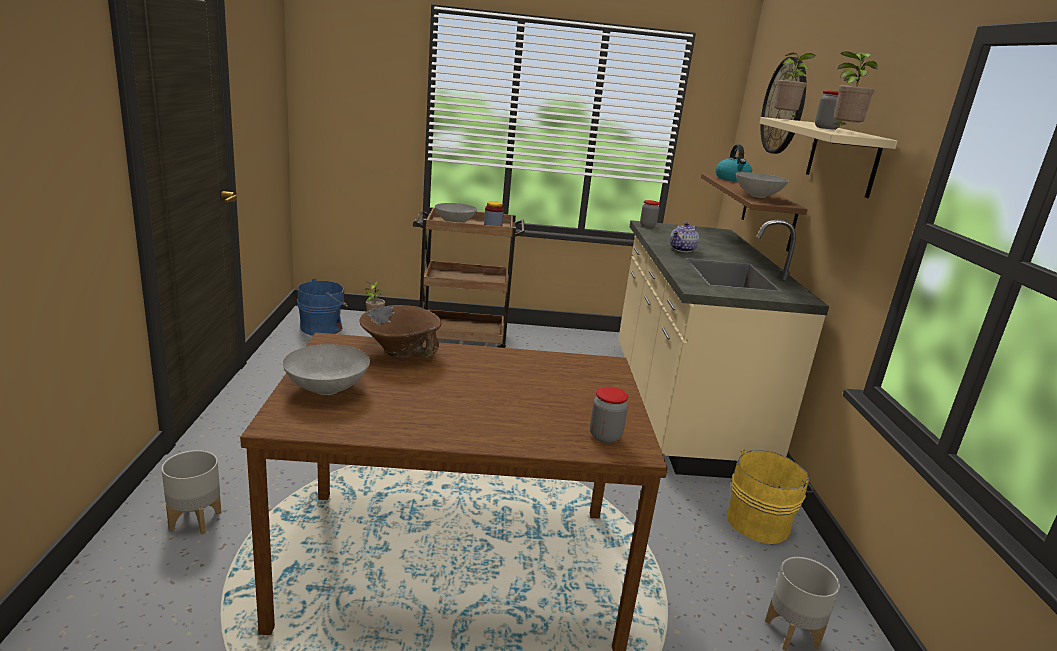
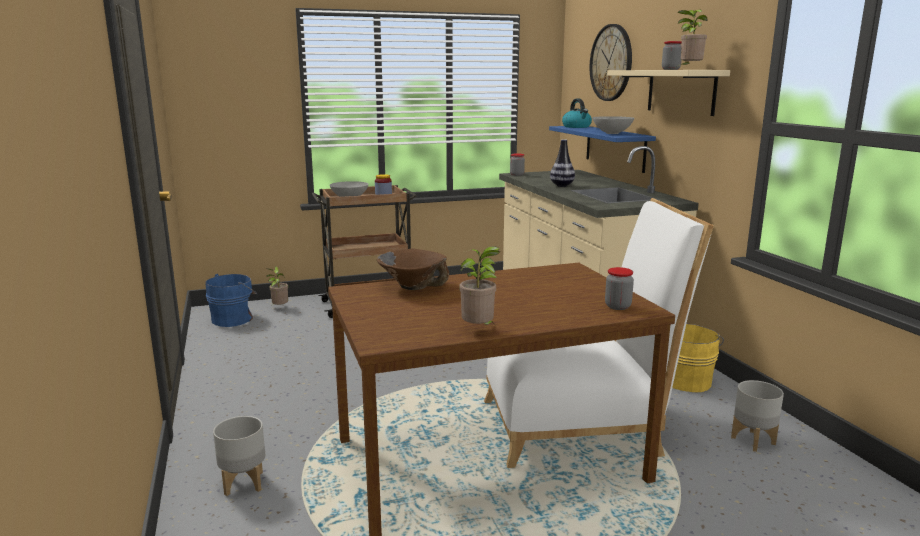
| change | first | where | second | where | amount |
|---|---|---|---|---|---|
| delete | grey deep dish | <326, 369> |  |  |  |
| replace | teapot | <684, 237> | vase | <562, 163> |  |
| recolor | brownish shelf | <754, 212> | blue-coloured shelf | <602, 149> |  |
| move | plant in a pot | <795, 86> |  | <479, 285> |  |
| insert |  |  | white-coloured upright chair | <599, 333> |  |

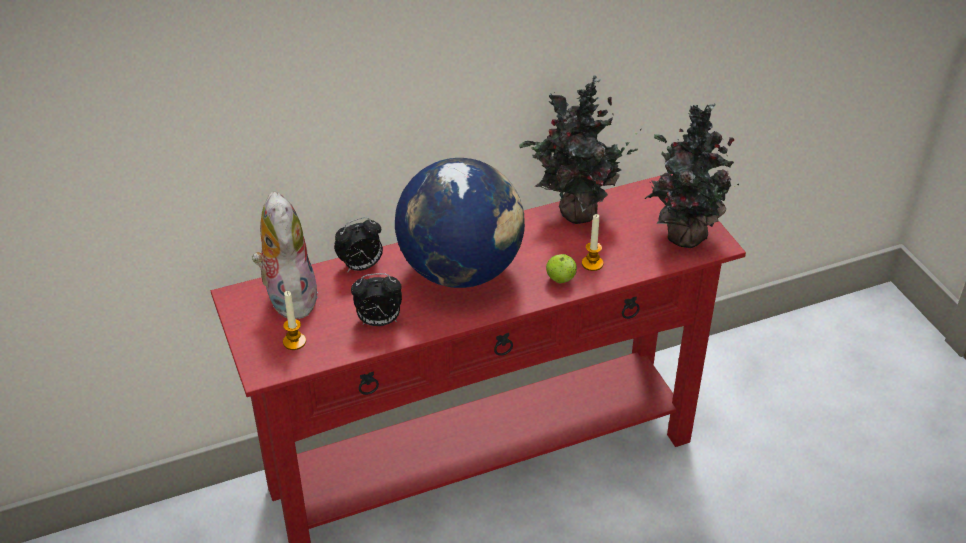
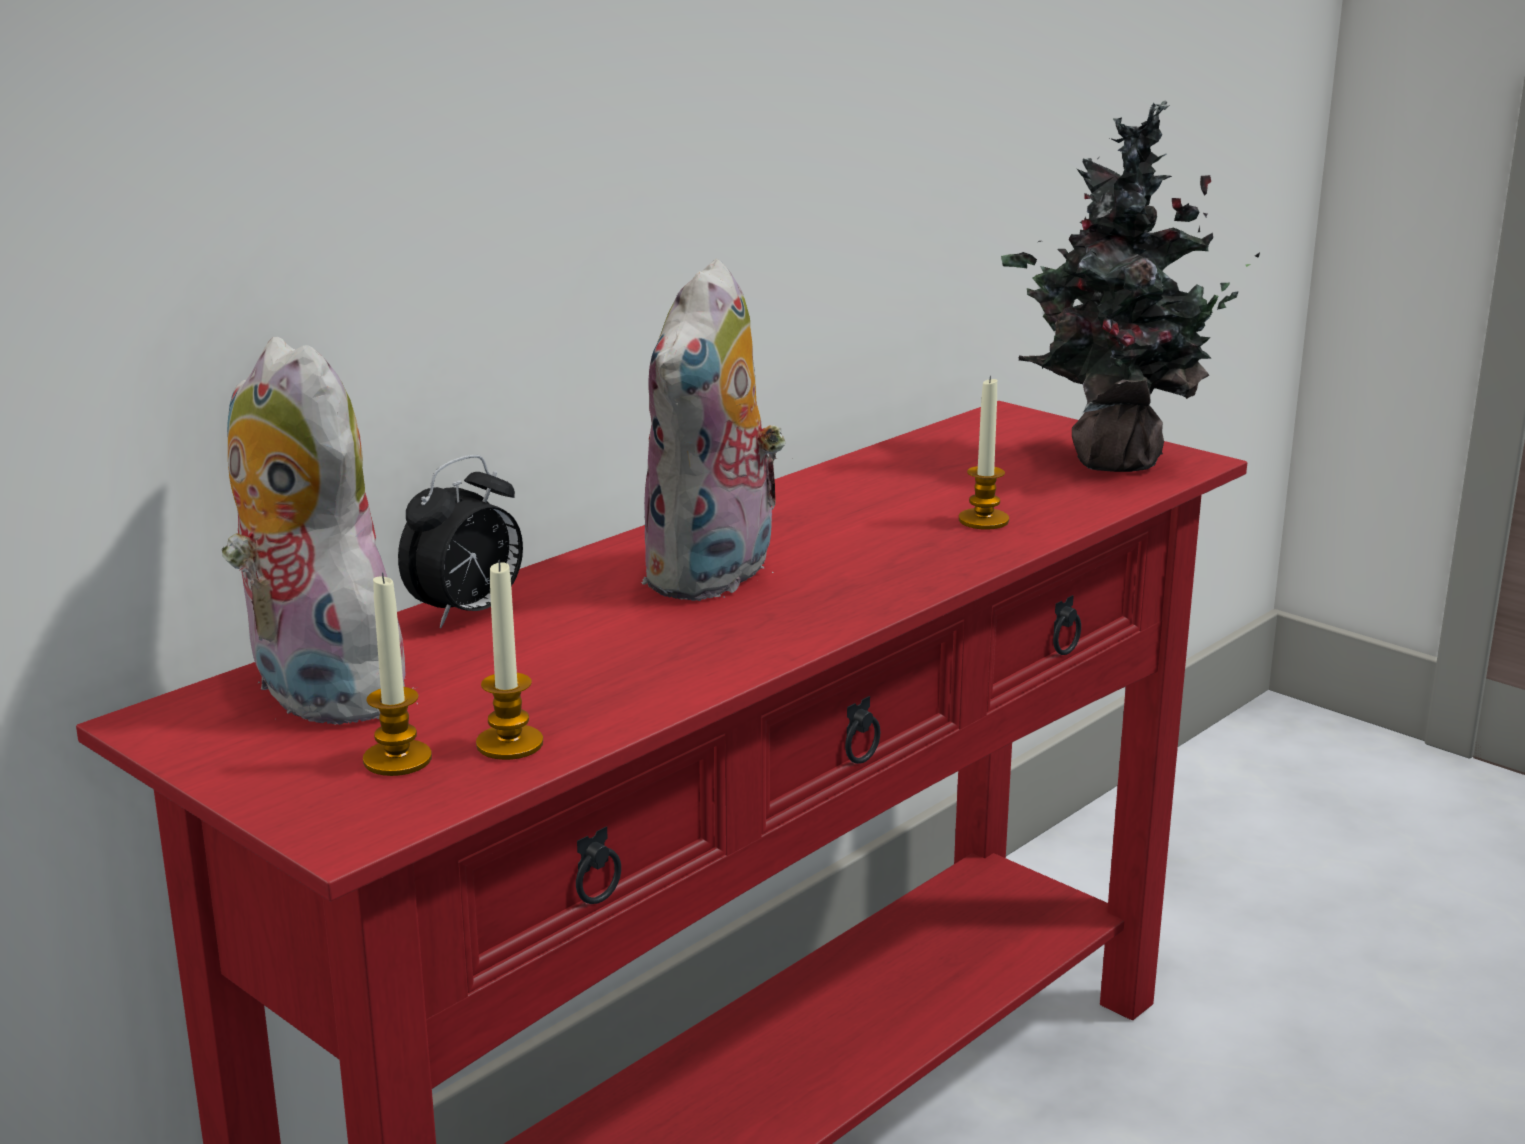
| change | first | where | second | where | amount |
|---|---|---|---|---|---|
| delete | alarm clock | <376, 299> |  |  |  |
| replace | world globe | <460, 223> | cuddly toy | <713, 430> |  |
| delete | plant in a pot | <580, 149> |  |  |  |
| delete | apple | <561, 268> |  |  |  |
| insert |  |  | wax light | <509, 660> |  |

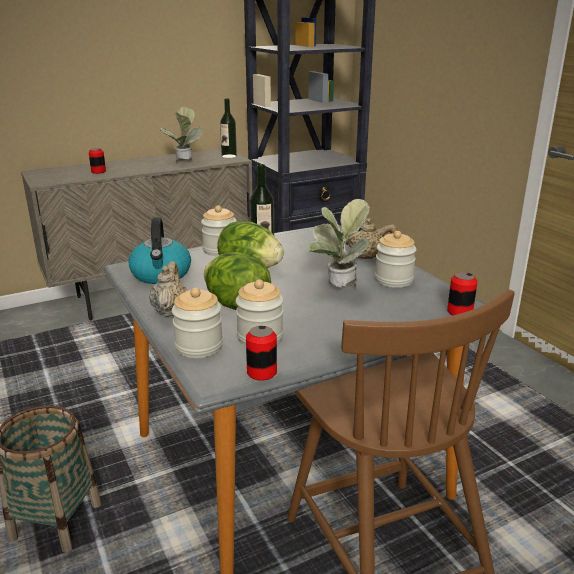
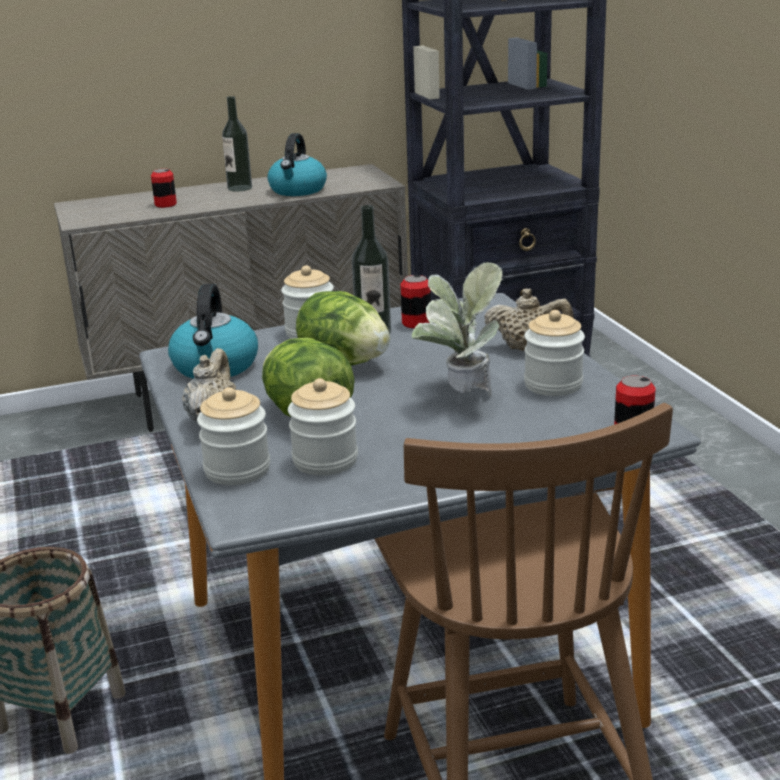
| change | first | where | second | where | amount |
|---|---|---|---|---|---|
| replace | plant in a pot | <181, 134> | tea kettle | <297, 164> |  |
| move | drink bottle | <228, 128> |  | <237, 144> |  |
| move | can | <261, 353> |  | <415, 301> |  |

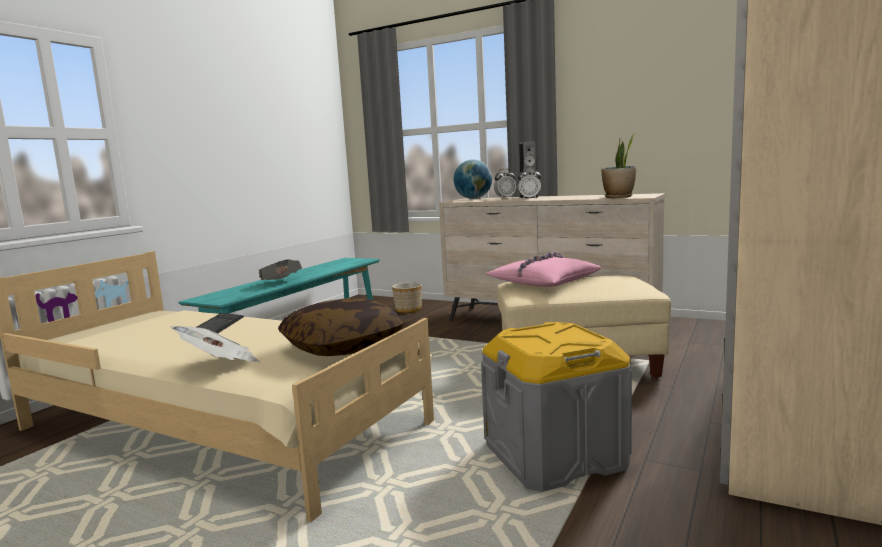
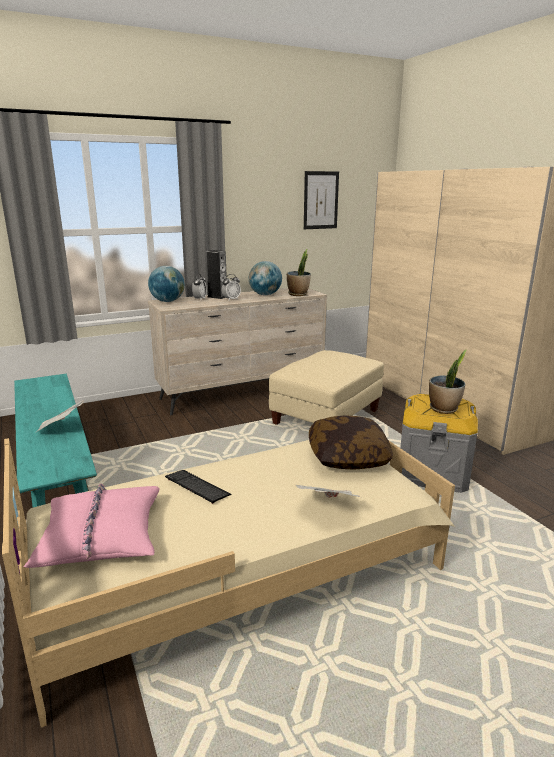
| change | first | where | second | where | amount |
|---|---|---|---|---|---|
| delete | plant pot | <407, 297> |  |  |  |
| move | pinkish throw pillow | <544, 269> |  | <92, 526> |  |
| insert |  |  | world globe | <265, 278> |  |
| insert |  |  | wall picture | <321, 200> |  |
| insert |  |  | plant in a pot | <448, 382> |  |

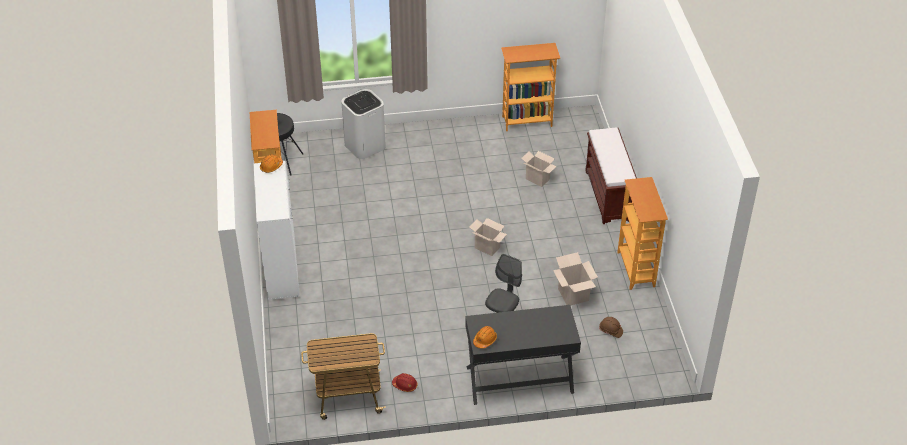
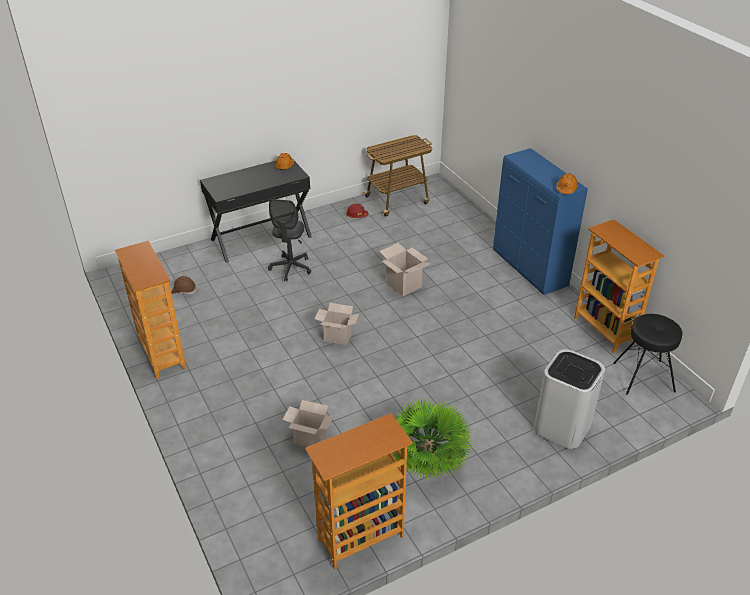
| change | first | where | second | where | amount |
|---|---|---|---|---|---|
| recolor | white-coloured cabinet | <276, 230> | blue-coloured cabinet | <540, 221> |  |
| move | cardboard box | <575, 279> |  | <405, 269> |  |
| delete | brownish bench | <611, 175> |  |  |  |
| insert |  |  | plant in a pot | <433, 439> |  |

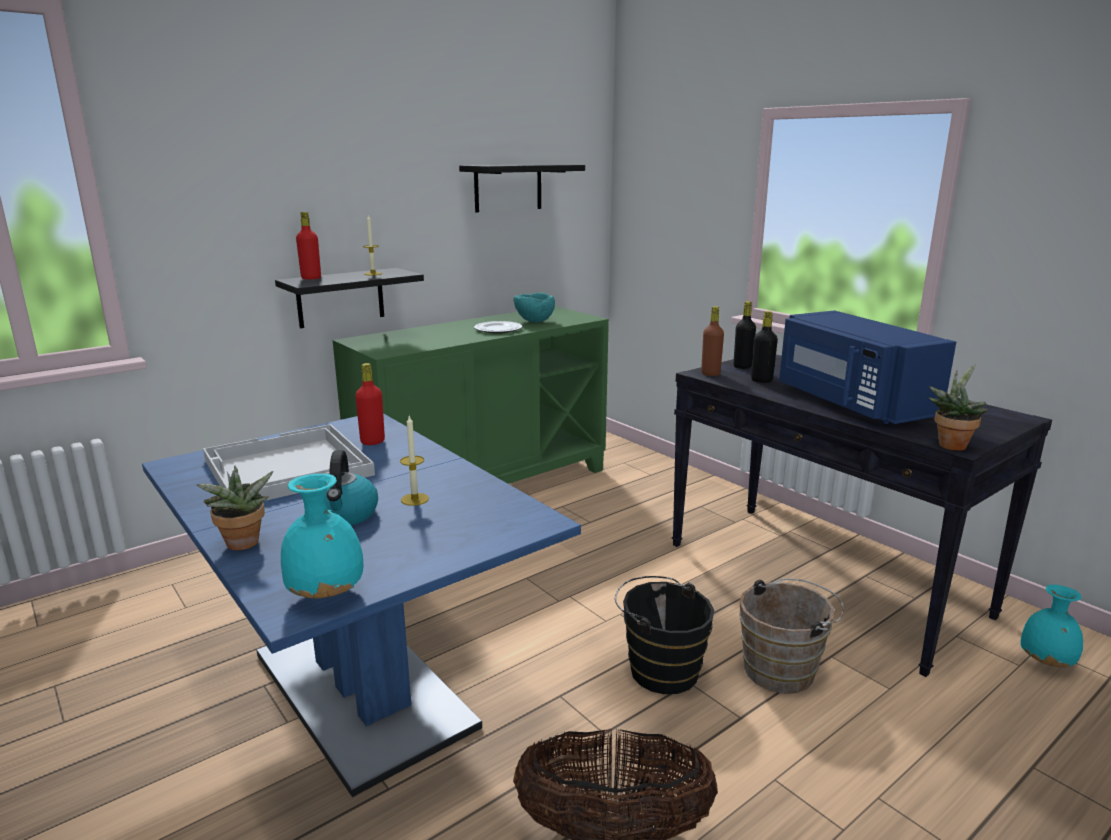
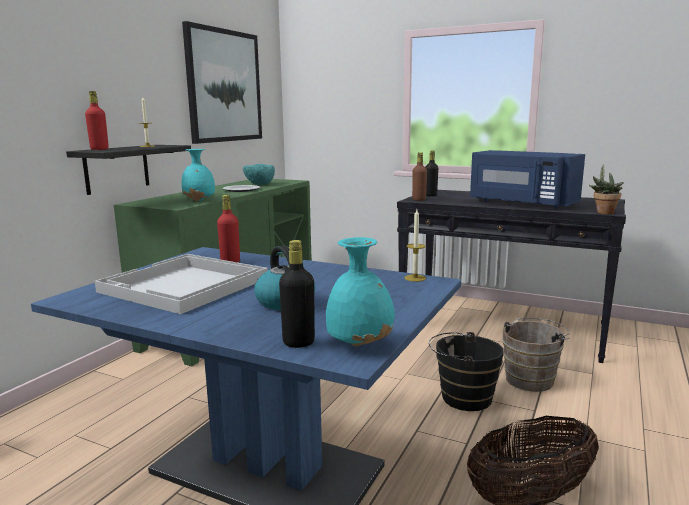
| change | first | where | second | where | amount |
|---|---|---|---|---|---|
| delete | plant in a pot | <235, 508> |  |  |  |
| move | wax light | <414, 461> |  | <415, 246> |  |
| replace | blackish shelf | <522, 188> | wall picture | <222, 82> |  |
| move | blackish drink bottle | <764, 347> |  | <297, 294> |  |
| move | turquoise-coloured vase | <1051, 625> |  | <198, 175> |  |

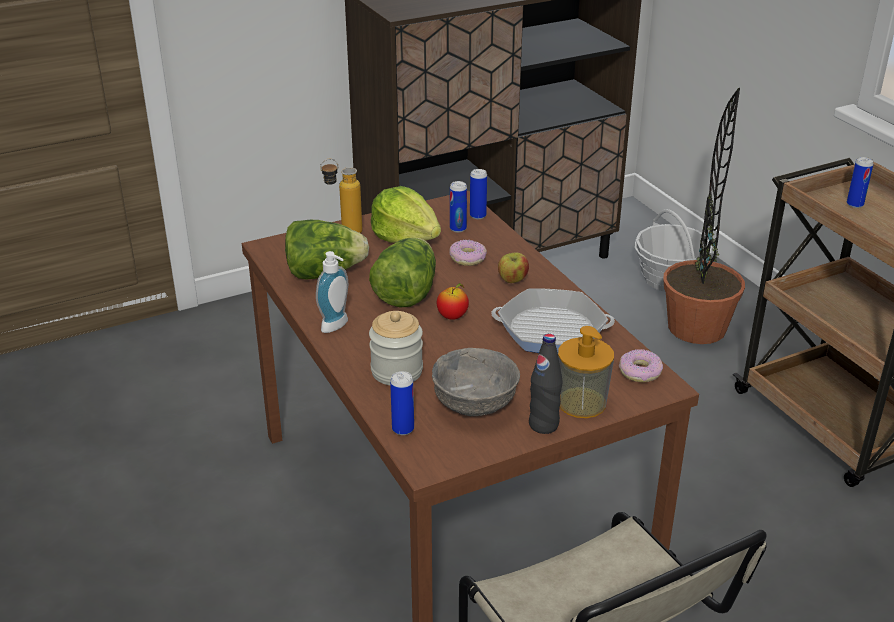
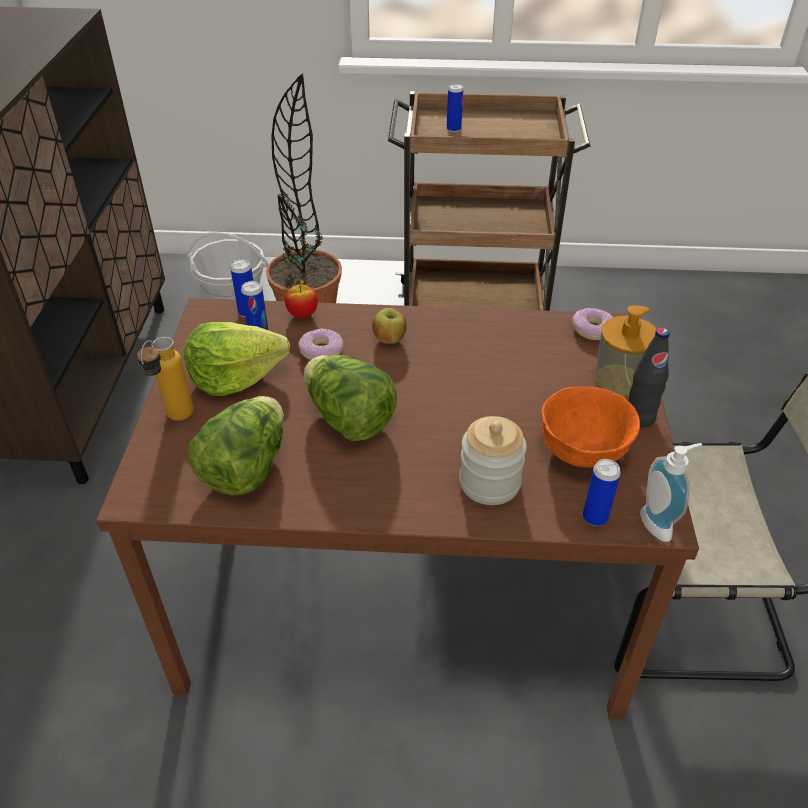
| change | first | where | second | where | amount |
|---|---|---|---|---|---|
| move | soap dispenser | <332, 292> |  | <671, 492> |  |
| recolor | grey deep dish | <476, 382> | orange-coloured deep dish | <590, 427> |  |
| move | apple | <453, 301> |  | <301, 298> |  |
| delete | skillet | <553, 320> |  |  |  |

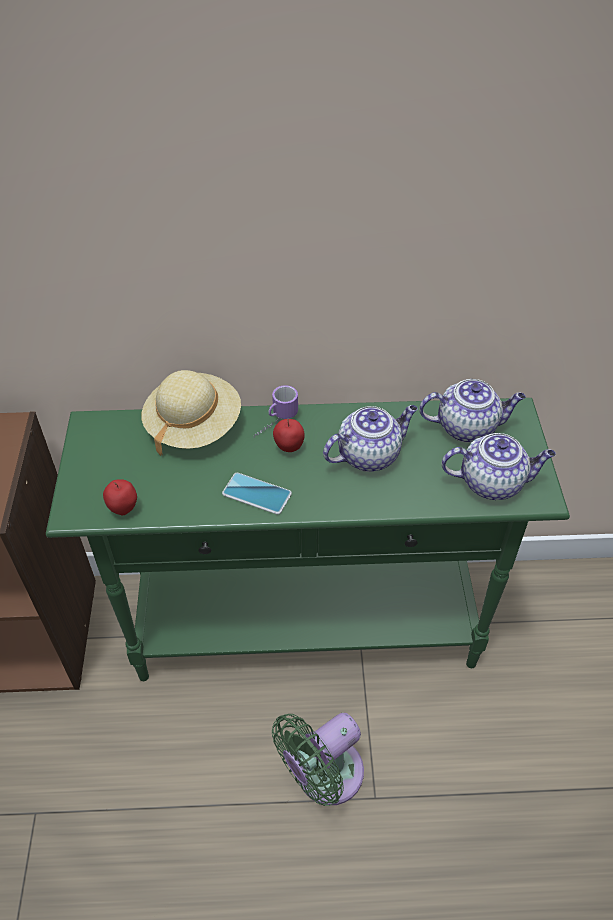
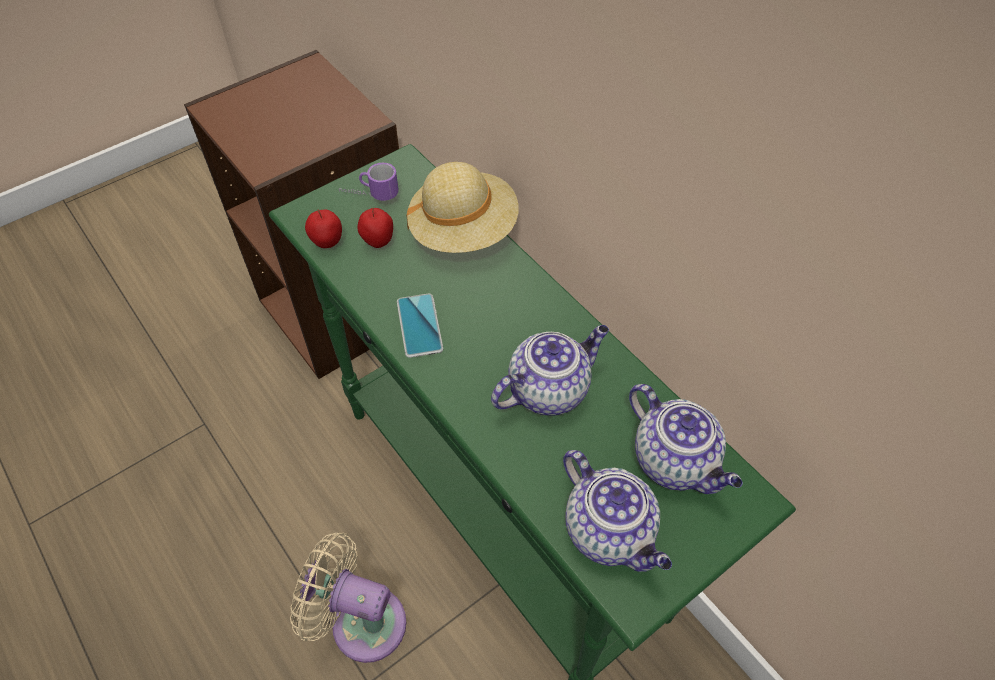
| change | first | where | second | where | amount |
|---|---|---|---|---|---|
| move | coffee mug | <276, 411> |  | <369, 182> |  |
| recolor | green-coloured cooling fan | <318, 759> | beige cooling fan | <348, 598> |  |
| move | apple | <289, 435> |  | <375, 228> |  |
| rotate | teapot | <370, 438> |  | <550, 370> | 60 degrees counterclockwise |

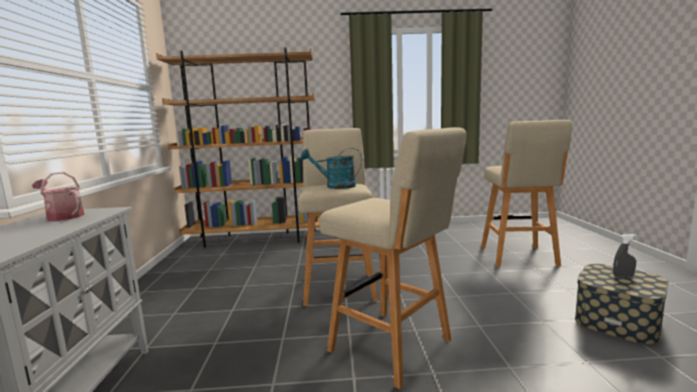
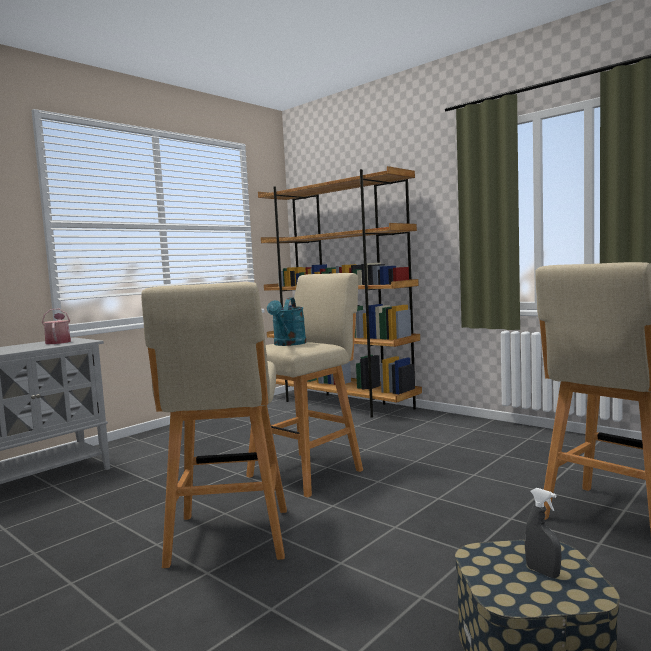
| change | first | where | second | where | amount |
|---|---|---|---|---|---|
| rotate | turquoise-coloured watering pot | <331, 168> |  | <286, 321> | 135 degrees counterclockwise |

